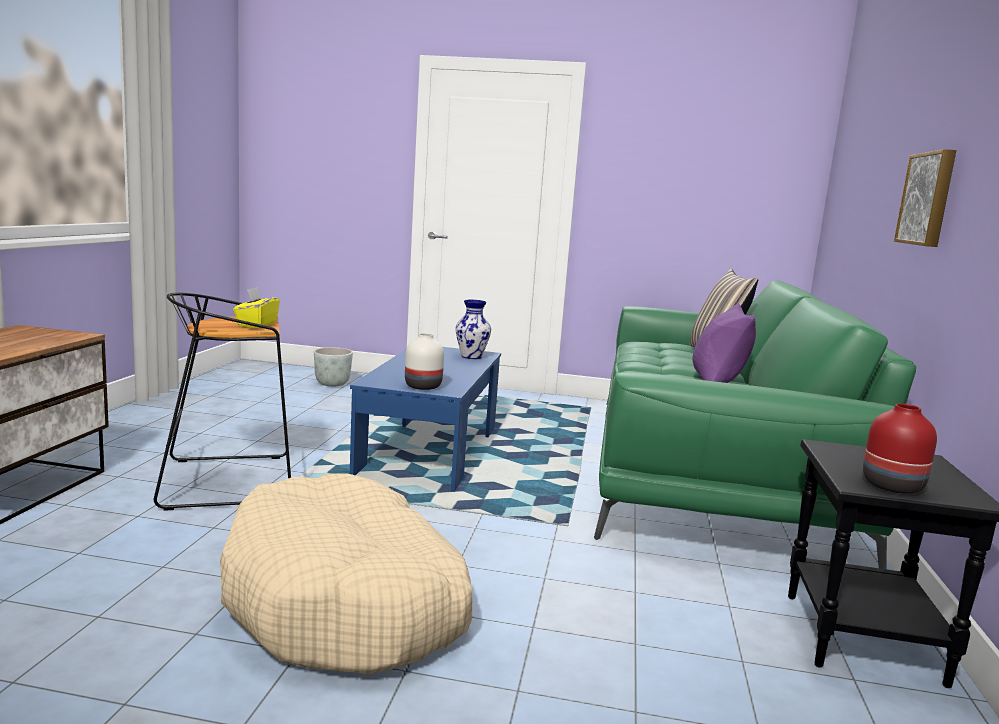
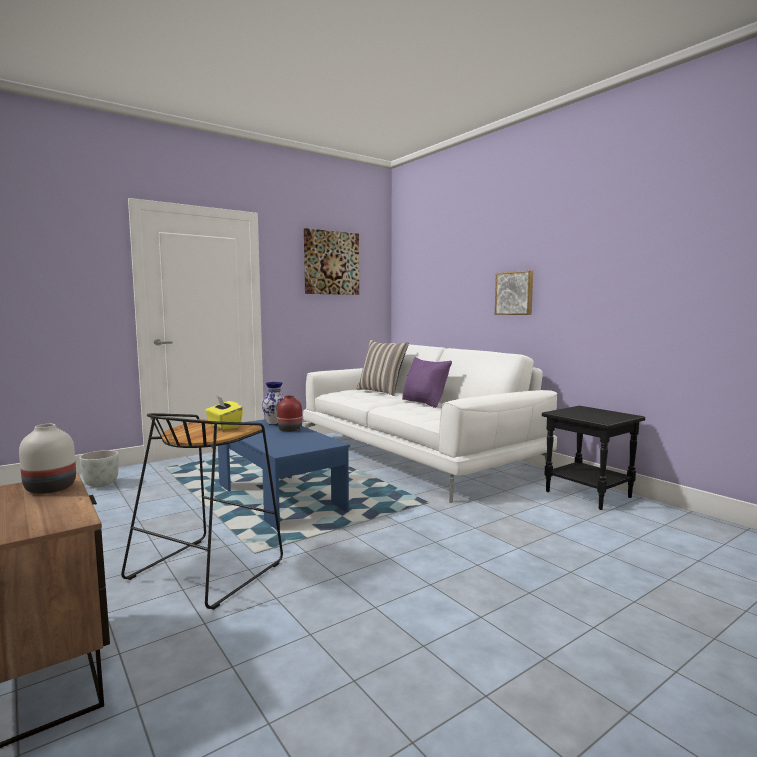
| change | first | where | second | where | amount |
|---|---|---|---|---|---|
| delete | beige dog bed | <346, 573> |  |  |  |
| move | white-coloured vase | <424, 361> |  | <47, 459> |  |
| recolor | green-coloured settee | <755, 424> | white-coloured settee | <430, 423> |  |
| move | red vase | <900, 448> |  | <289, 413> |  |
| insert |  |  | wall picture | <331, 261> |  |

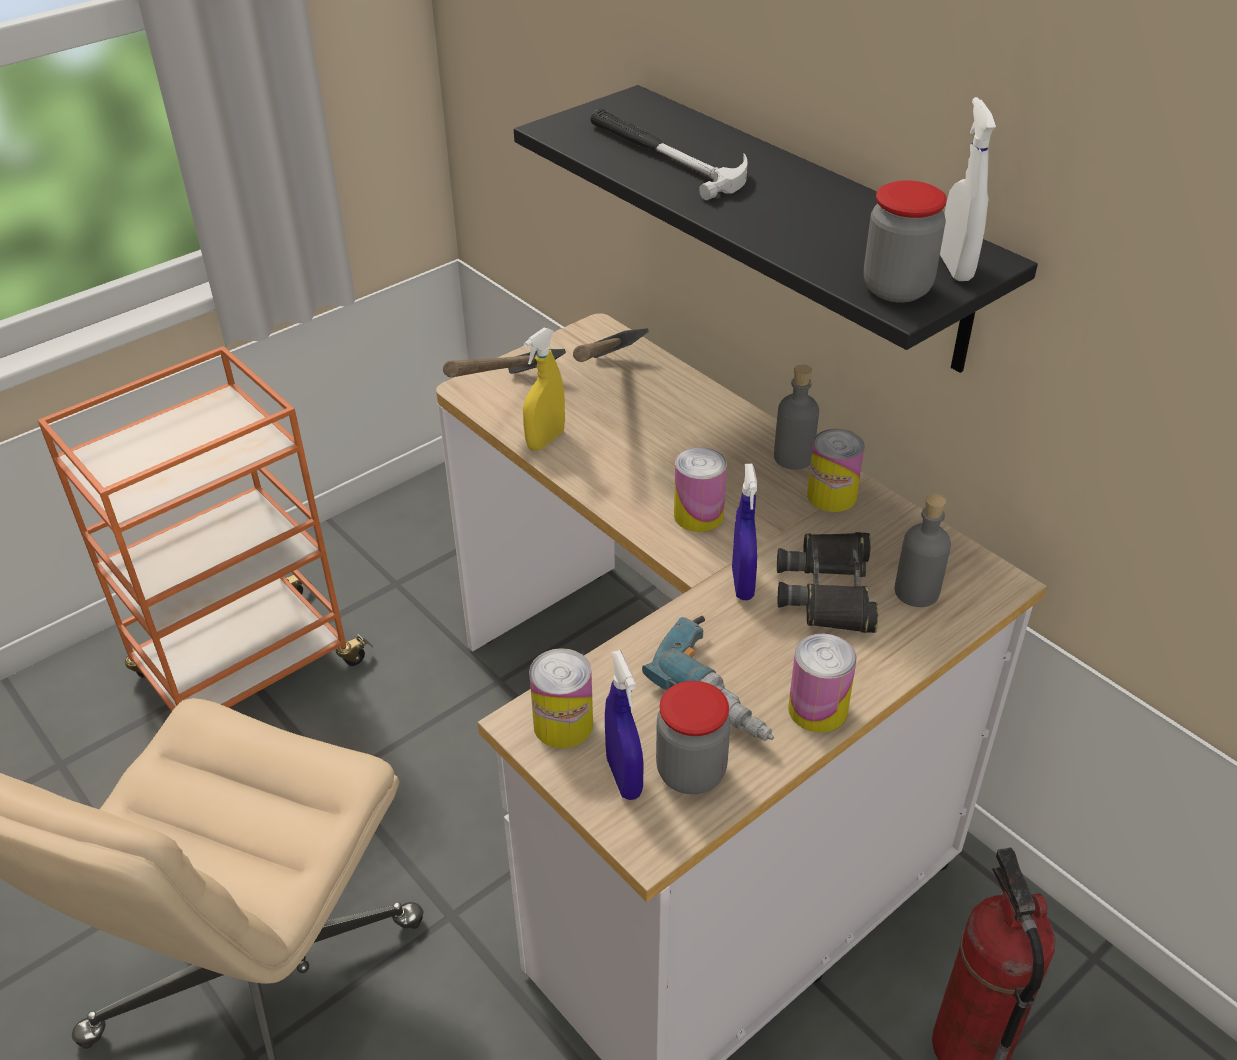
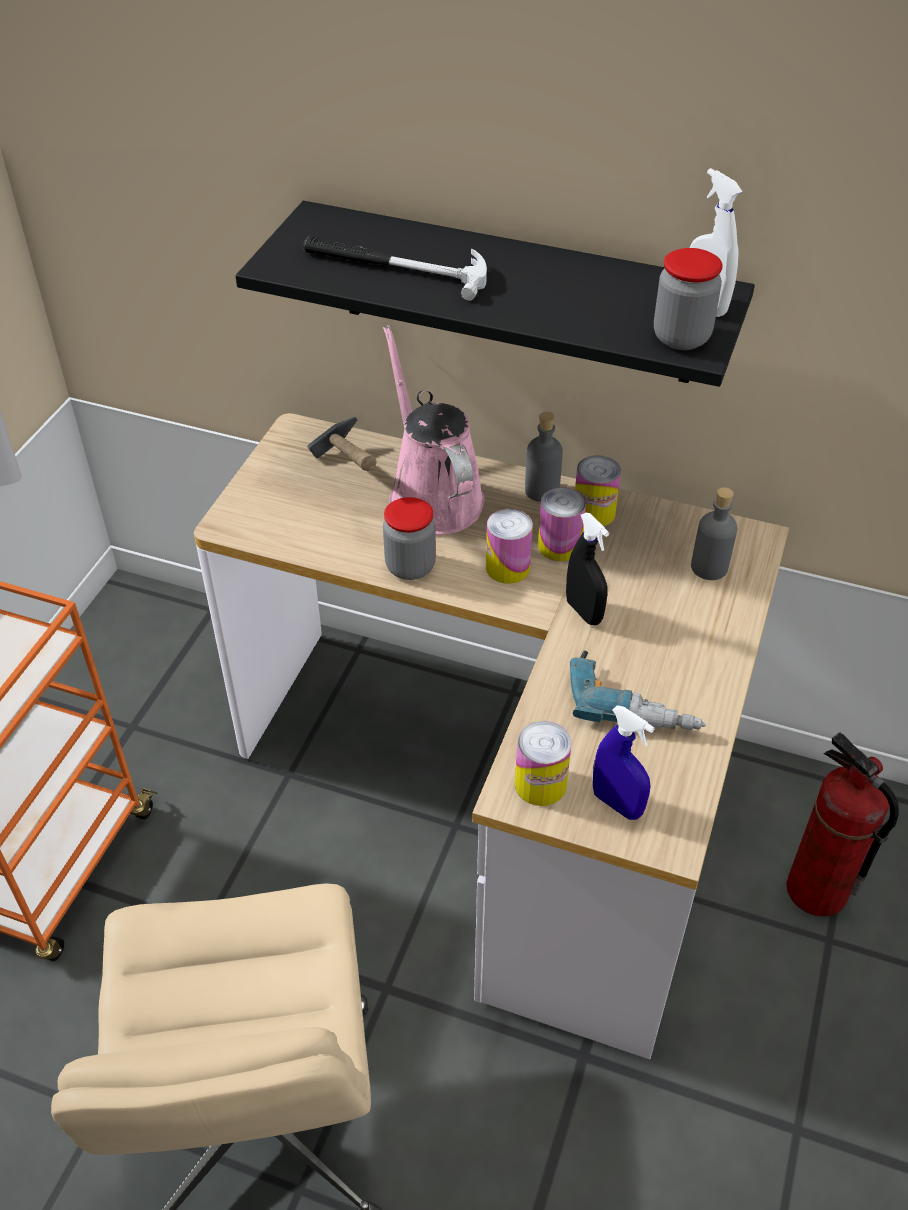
| change | first | where | second | where | amount |
|---|---|---|---|---|---|
| delete | tool hammer | <504, 363> |  |  |  |
| delete | yellow spray bottle | <544, 389> |  |  |  |
| move | preserve jar | <693, 737> |  | <409, 538> |  |
| recolor | blue-coloured spray bottle | <744, 532> | blackish spray bottle | <587, 569> |  |
| delete | blackish pair of binoculars | <827, 582> |  |  |  |
| move | can | <822, 683> |  | <562, 524> |  |
| insert |  |  | pinkish watering pot | <434, 430> |  |

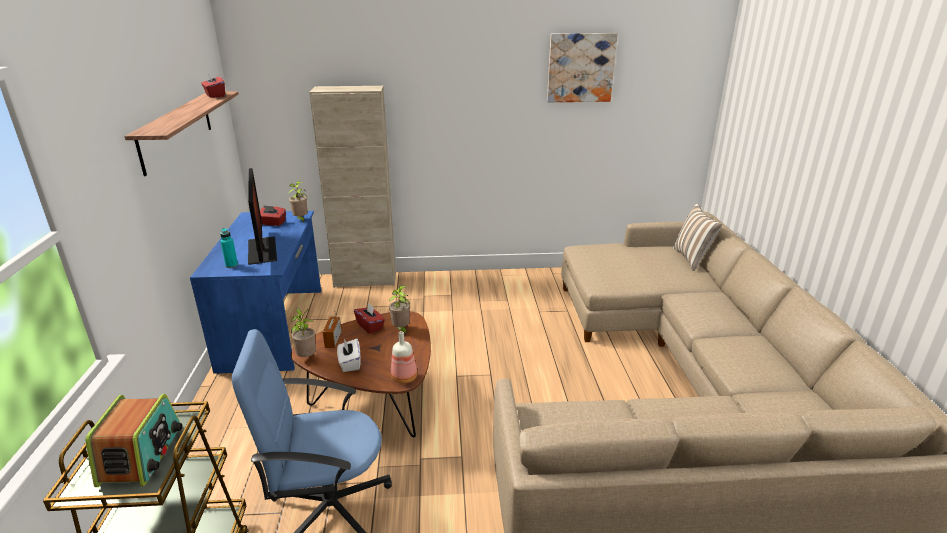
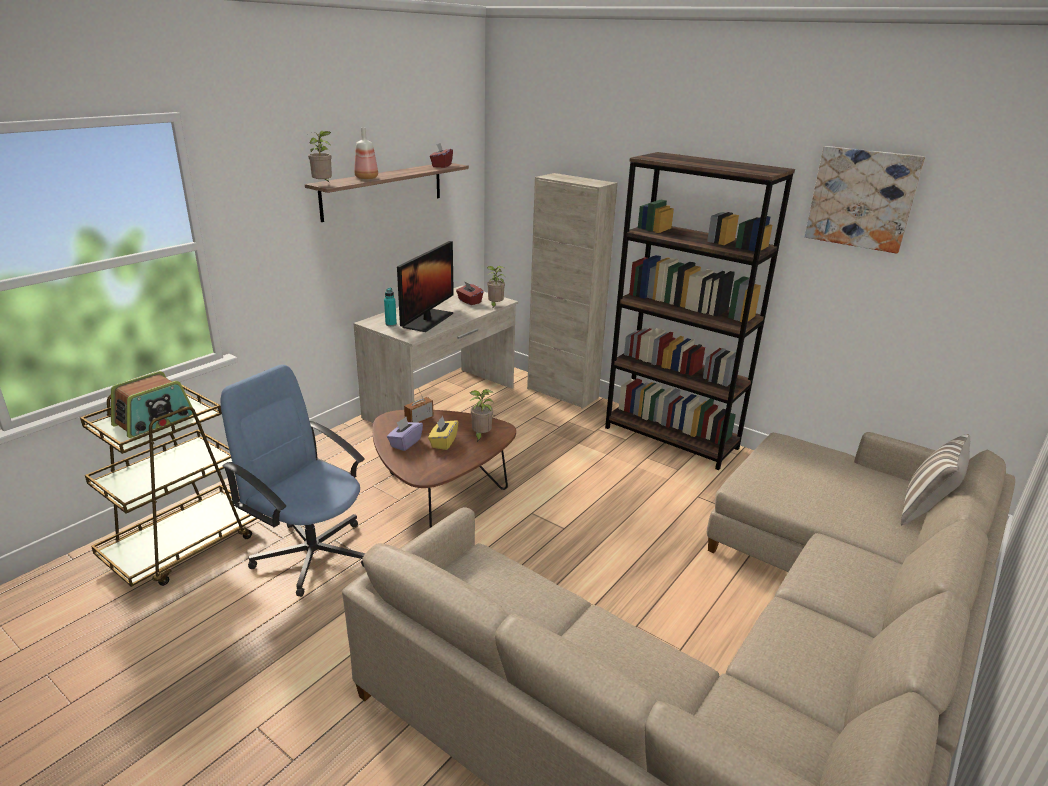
| change | first | where | second | where | amount |
|---|---|---|---|---|---|
| recolor | blue-coloured desk | <255, 292> | beige desk | <435, 354> |  |
| move | plant in a pot | <303, 332> |  | <319, 157> |  |
| recolor | white-coloured tissue holder | <349, 355> | purple-coloured tissue holder | <405, 434> |  |
| delete | red tissue holder | <369, 318> |  |  |  |
| move | drink bottle | <404, 357> |  | <366, 153> |  |
| insert |  |  | yellow tissue holder | <443, 433> |  |
| insert |  |  | brownish bookshelf | <700, 311> |  |

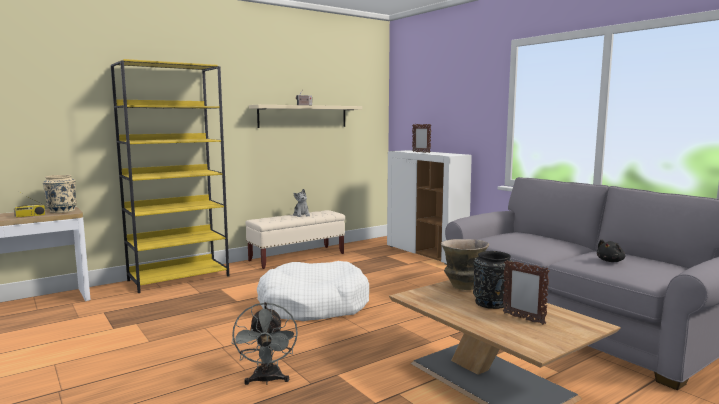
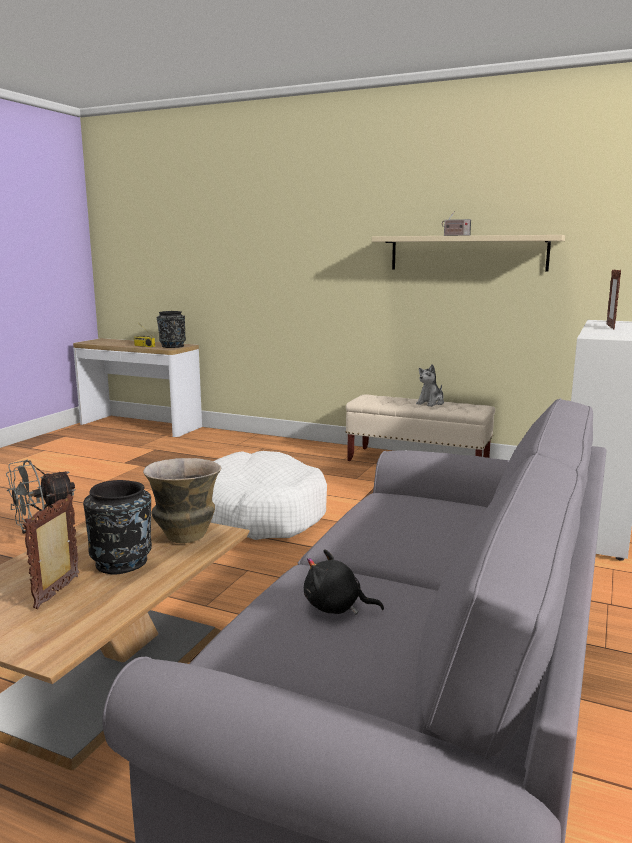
| change | first | where | second | where | amount |
|---|---|---|---|---|---|
| recolor | beige vase | <60, 194> | blackish vase | <171, 329> |  |
| delete | yellow bookshelf | <170, 176> |  |  |  |

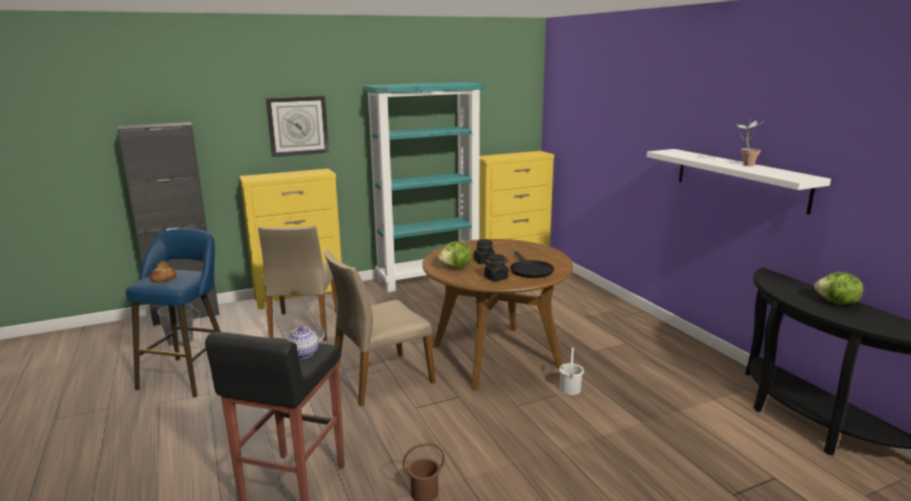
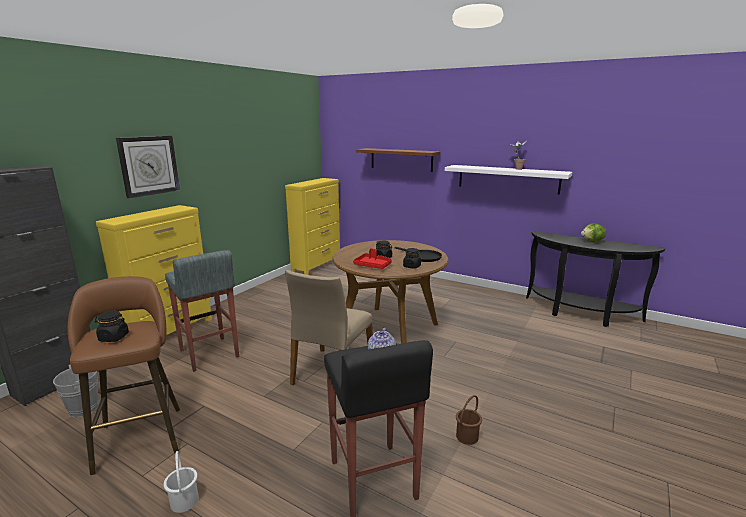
| change | first | where | second | where | amount |
|---|---|---|---|---|---|
| recolor | blue-coloured stool | <173, 312> | brownish stool | <123, 375> |  |
| replace | bakery bread | <162, 271> | blackish preserve jar | <112, 326> |  |
| replace | beige upright chair | <297, 283> | grey stool | <202, 311> |  |
| delete | turquoise-coloured bookshelf | <423, 187> |  |  |  |
| replace | lettuce | <455, 254> | red carrying tray | <372, 258> |  |
| move | white-coloured bucket | <571, 371> |  | <181, 482> |  |
| insert |  |  | brownish shelf | <398, 160> |  |

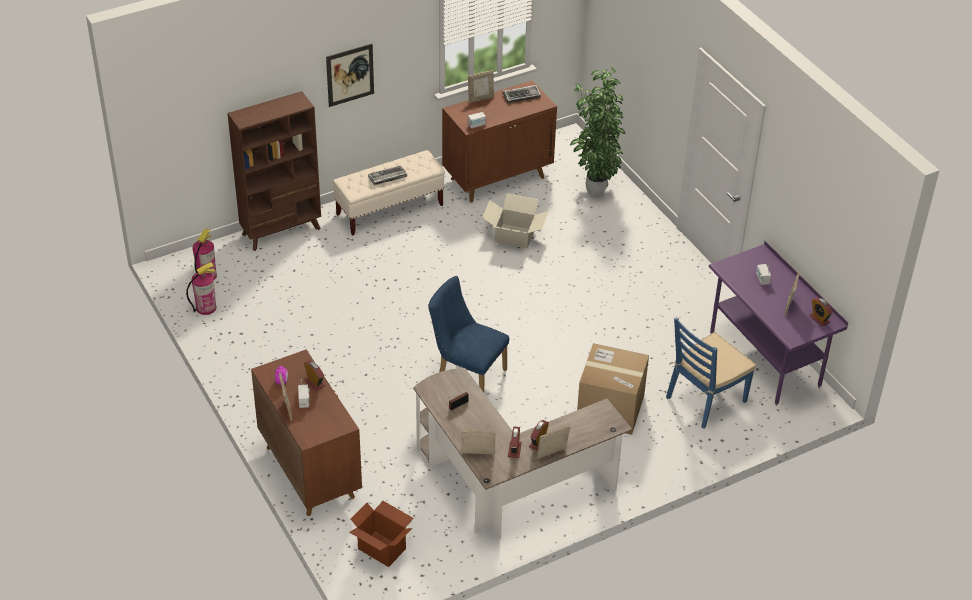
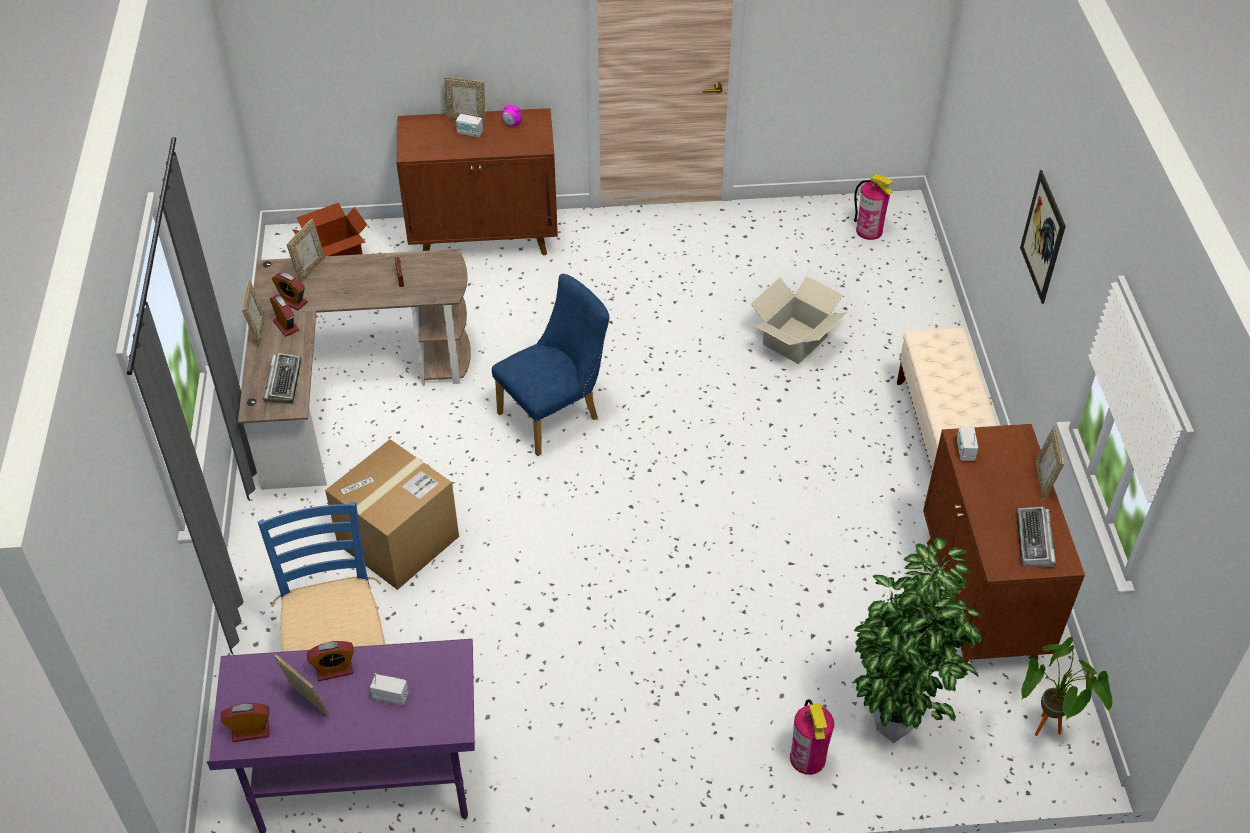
| change | first | where | second | where | amount |
|---|---|---|---|---|---|
| move | fire-fighting cylinder | <201, 288> |  | <812, 737> |  |
| delete | brownish bookshelf | <274, 171> |  |  |  |
| move | alarm clock | <314, 375> |  | <330, 661> |  |
| move | keyboard | <387, 175> |  | <282, 378> |  |
| move | cardboard box | <515, 221> |  | <799, 320> |  |
| insert |  |  | plant in a pot | <1067, 686> |  |

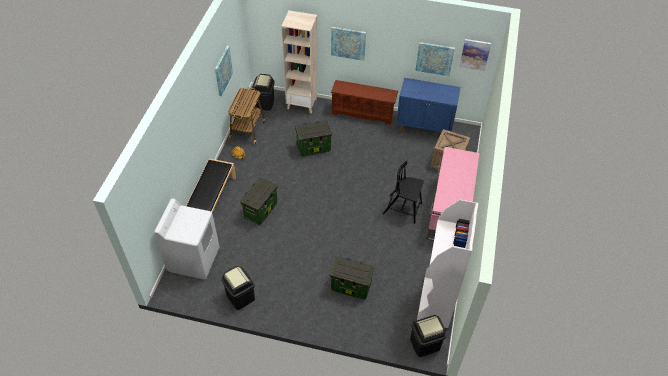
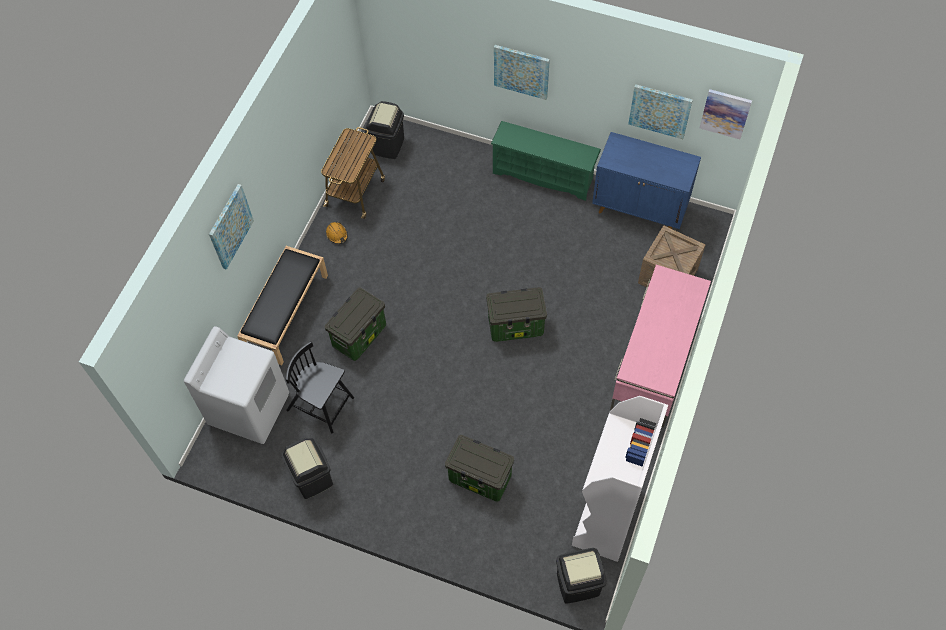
| change | first | where | second | where | amount |
|---|---|---|---|---|---|
| move | wall picture | <224, 71> |  | <231, 227> |  |
| delete | beige bookshelf | <299, 61> |  |  |  |
| move | storage bin | <313, 138> |  | <516, 314> |  |
| recolor | brownish shoe rack | <364, 102> | green-coloured shoe rack | <546, 161> |  |
| move | blackish upright chair | <403, 192> |  | <320, 387> |  |

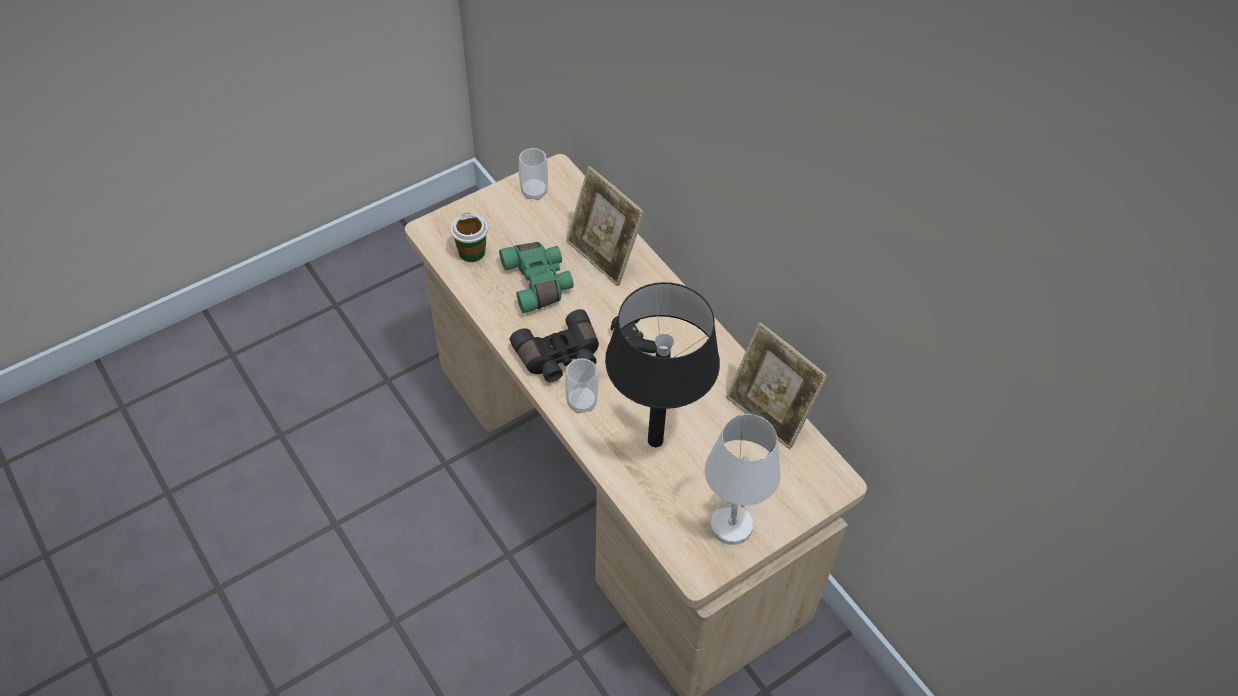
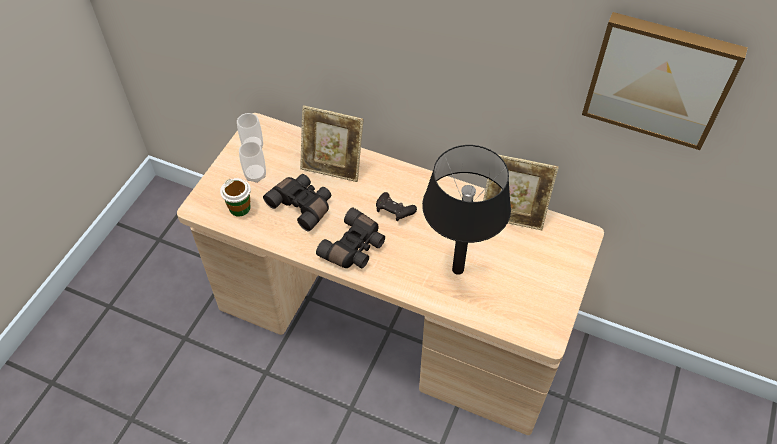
| change | first | where | second | where | amount |
|---|---|---|---|---|---|
| recolor | green-coloured pair of binoculars | <536, 277> | blackish pair of binoculars | <297, 203> |  |
| move | small cup | <582, 386> |  | <252, 162> |  |
| delete | white-coloured table lamp | <742, 479> |  |  |  |
| insert |  |  | wall picture | <665, 81> |  |

